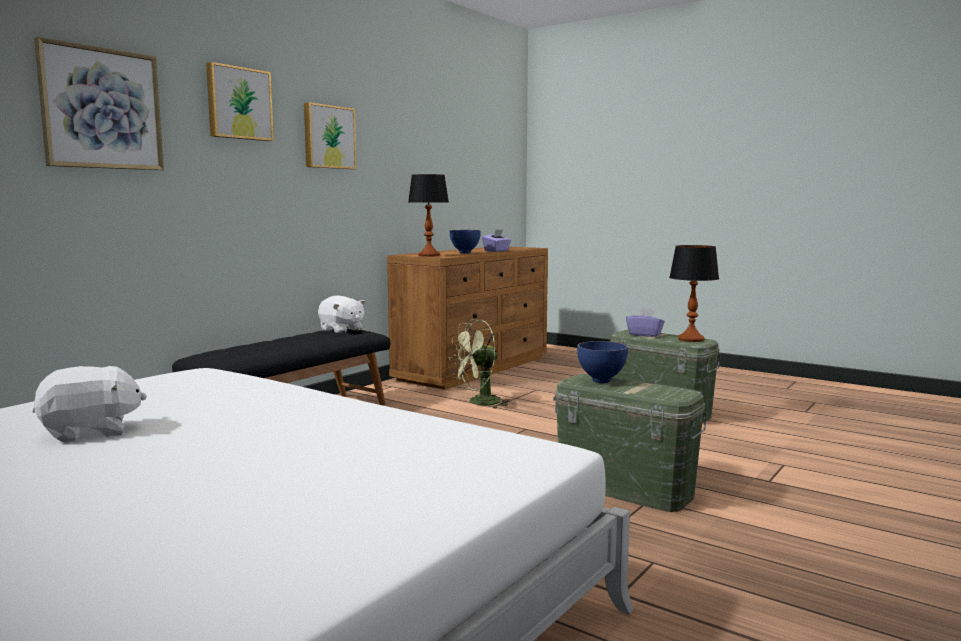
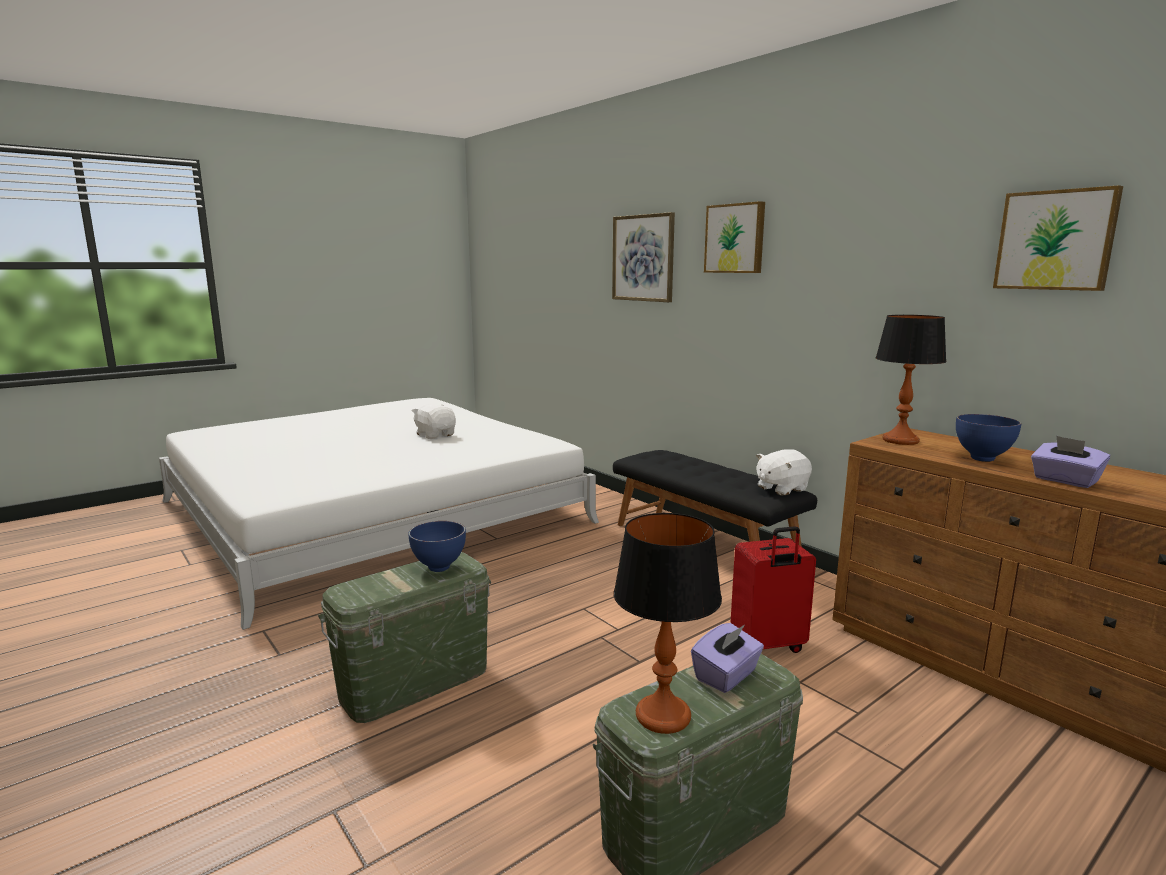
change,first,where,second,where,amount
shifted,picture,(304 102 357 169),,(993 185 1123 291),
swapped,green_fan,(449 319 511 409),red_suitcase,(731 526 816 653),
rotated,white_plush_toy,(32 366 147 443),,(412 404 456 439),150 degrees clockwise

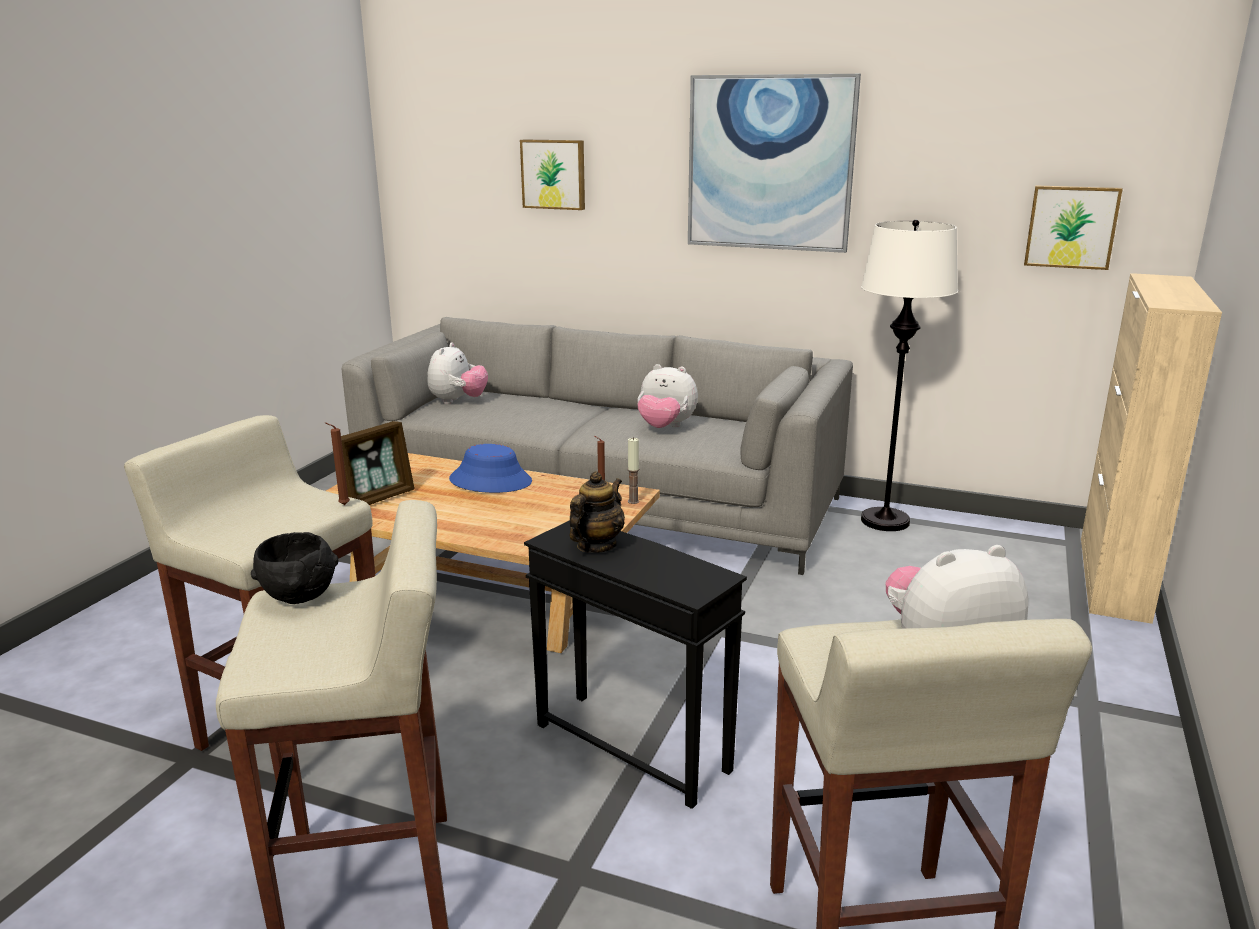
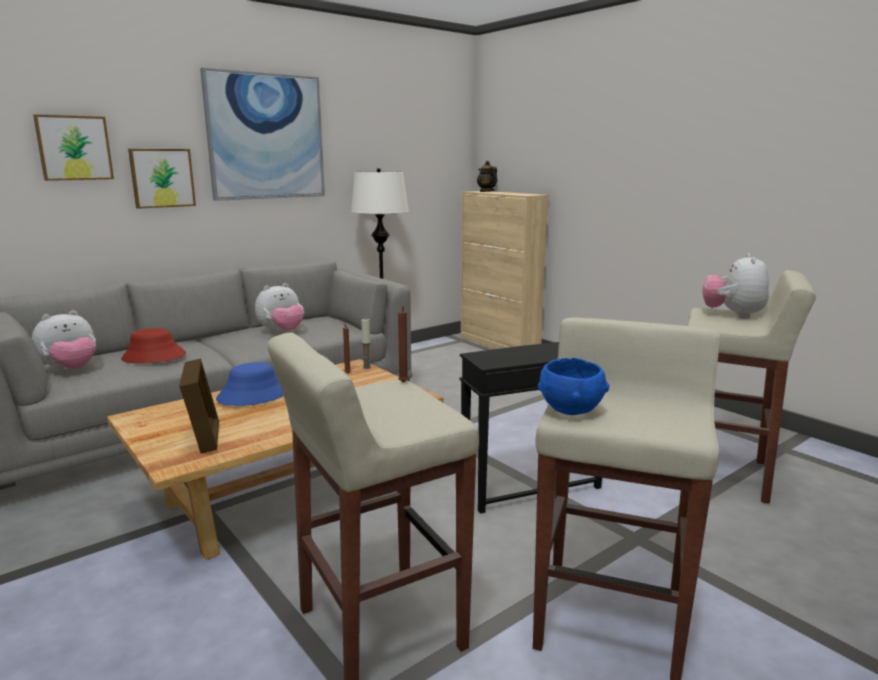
change,first,where,second,where,amount
new,,,red_hat,(121 328 186 364),
shifted,teapot,(569 471 625 553),,(477 161 498 192),
shifted,picture,(1024 185 1123 270),,(128 149 196 209),
repainted,black_bowl,(251 532 338 604),blue_bowl,(538 358 610 415),
rotated,plush_toy,(427 342 488 404),,(32 310 96 371),90 degrees clockwise

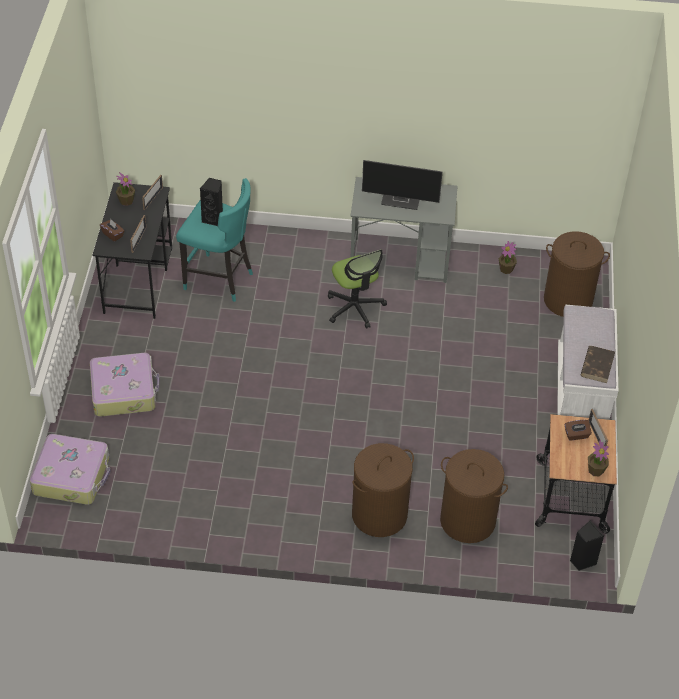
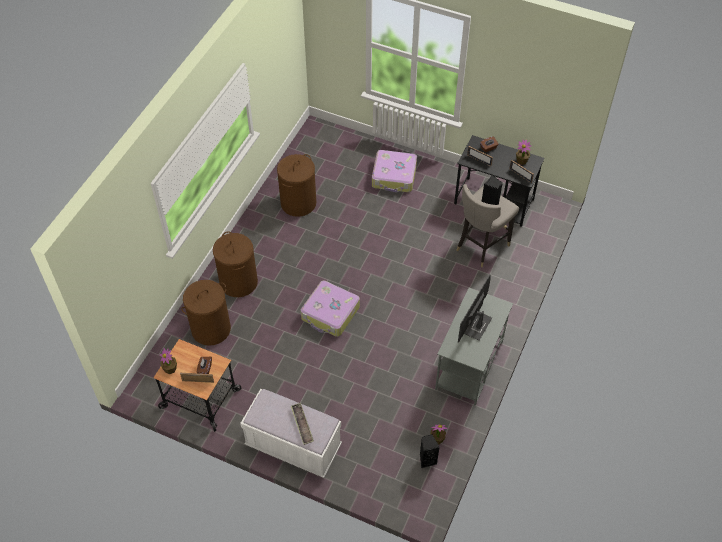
change,first,where,second,where,amount
gone,office_chair,(328 249 387 329),,,
gone,brown_book,(581 346 615 383),,,
new,,,tray,(291 403 314 445),
shifted,suitcase,(30 434 111 505),,(301 280 360 337),
shifted,brown_laundry_basket,(544 231 610 317),,(277 154 316 217),
shifted,black_speaker,(570 520 604 571),,(420 434 440 468),
repainted,turquoise_stool,(176 178 253 302),grey_stool,(457 184 519 267),

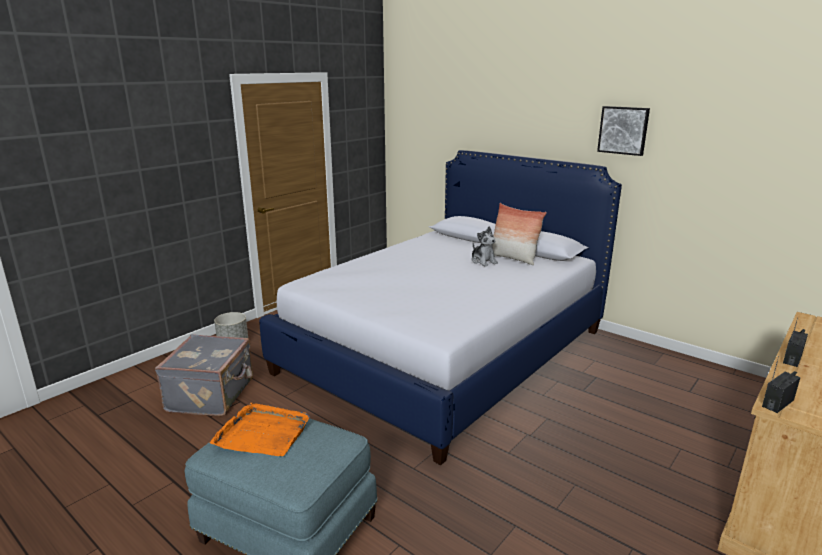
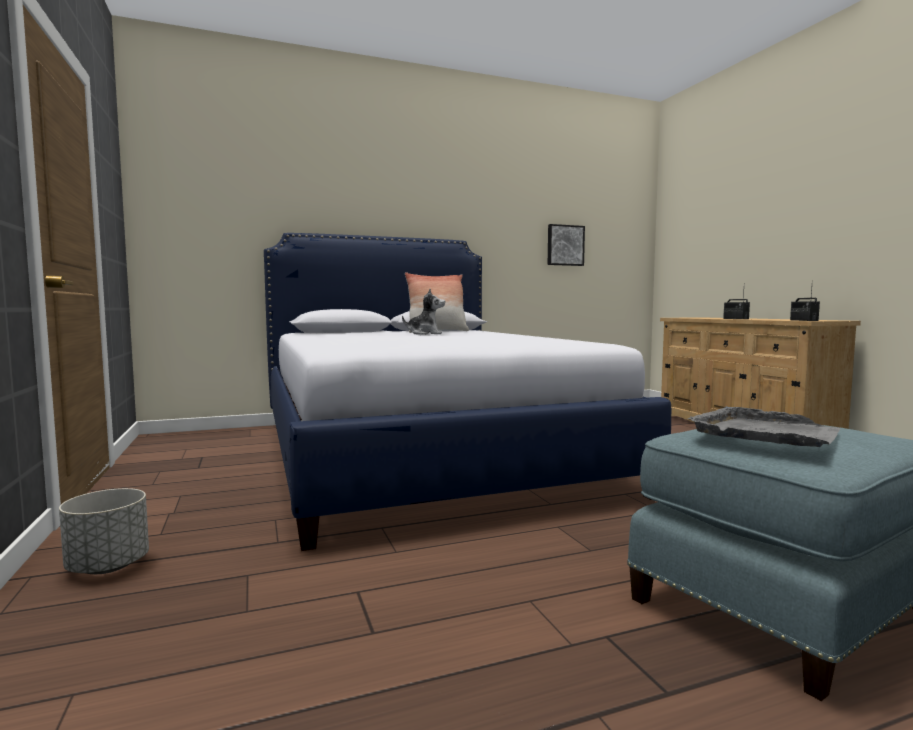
change,first,where,second,where,amount
gone,grey_suitcase,(155 334 253 416),,,
shifted,picture,(597 106 650 156),,(548 224 585 266),
repainted,orange_tray,(210 402 310 456),grey_tray,(688 406 840 447),

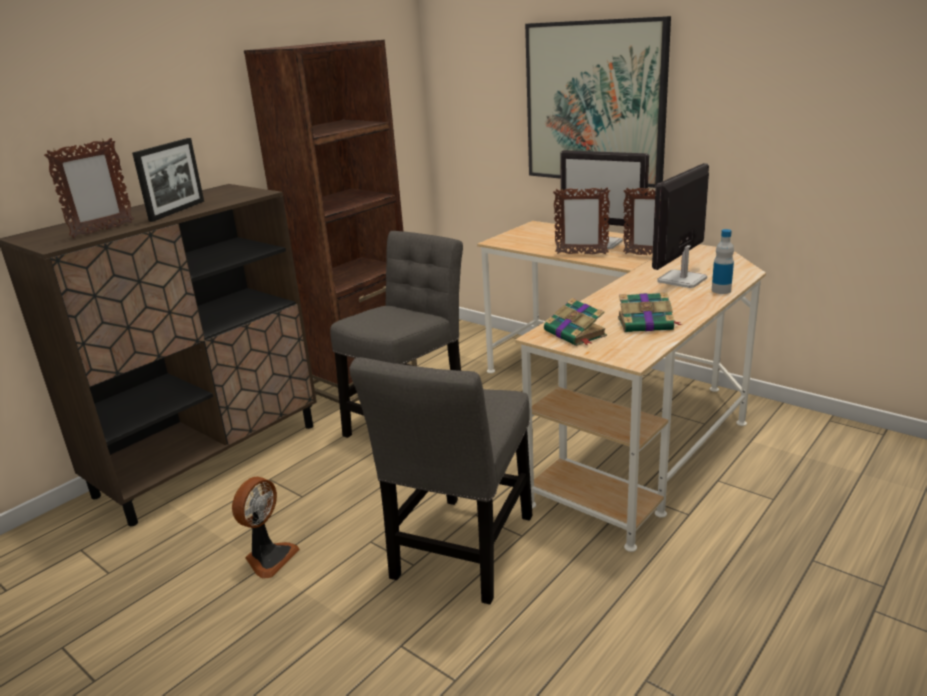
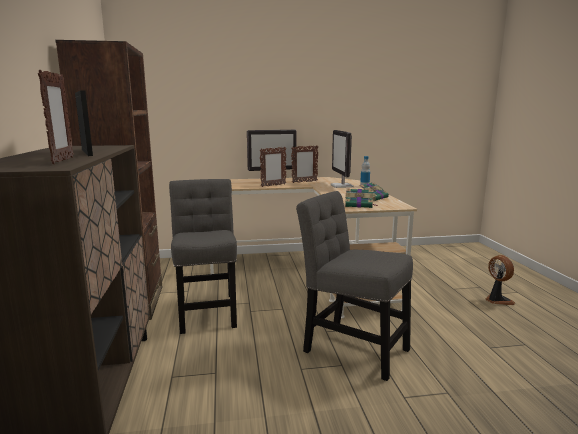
change,first,where,second,where,amount
gone,picture,(525 16 671 188),,,
shifted,fan,(232 477 300 579),,(485 255 515 305),
rotated,grey_chair,(349 357 532 605),,(296 191 413 381),150 degrees clockwise

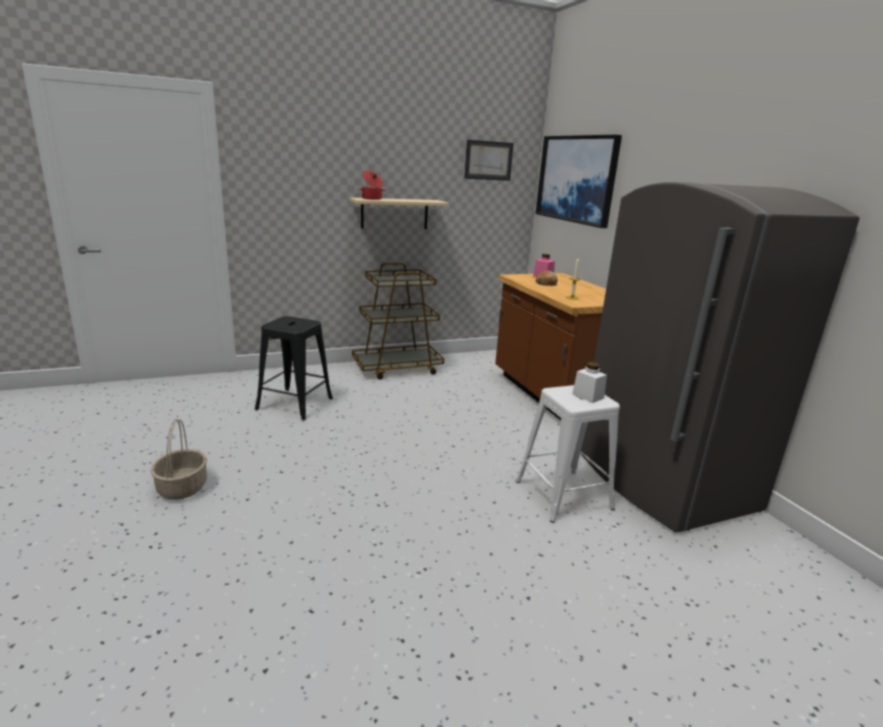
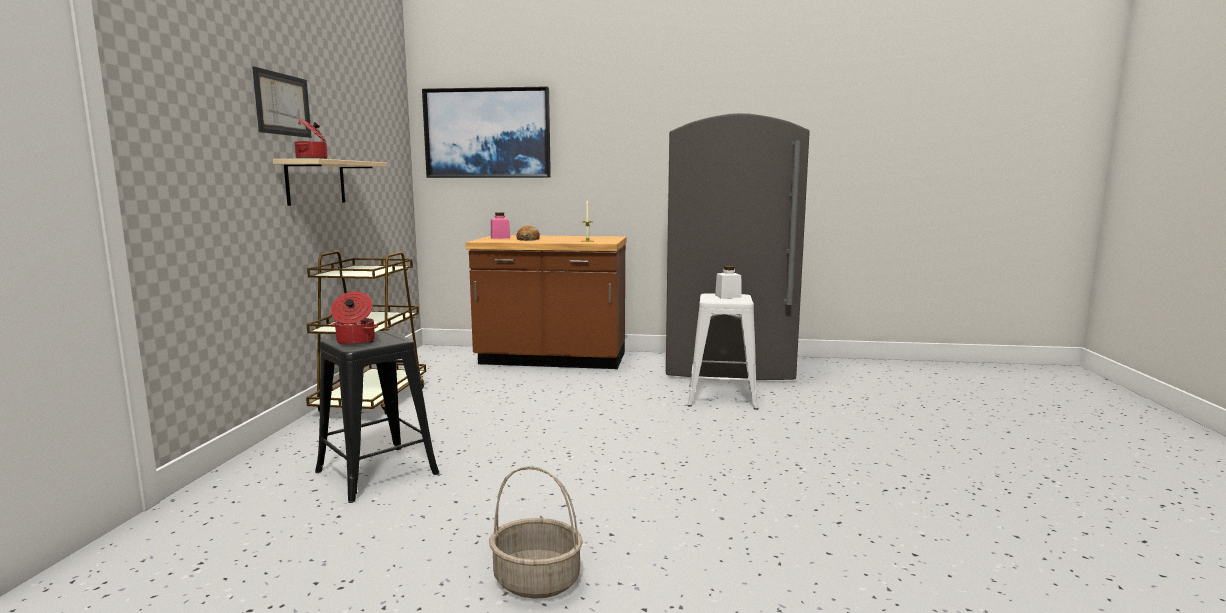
change,first,where,second,where,amount
new,,,cooking_pot,(331 292 378 345),
shifted,picture,(464 140 514 181),,(252 67 312 138),

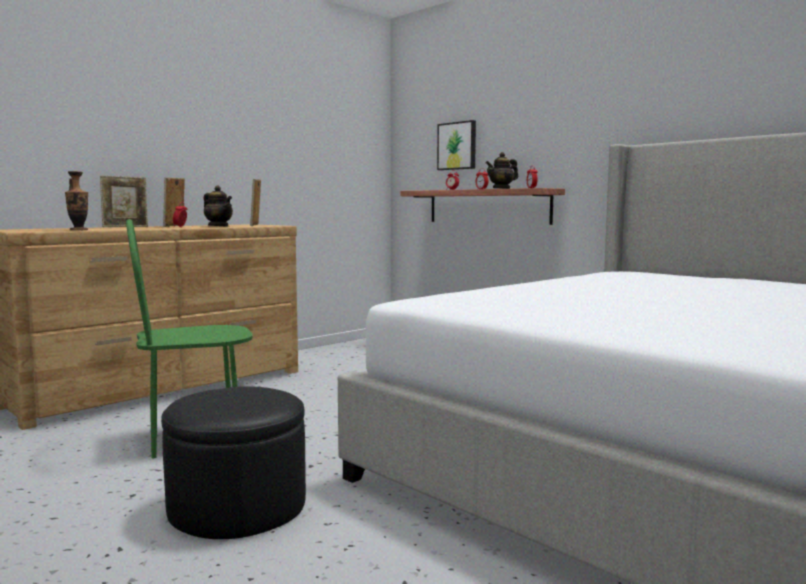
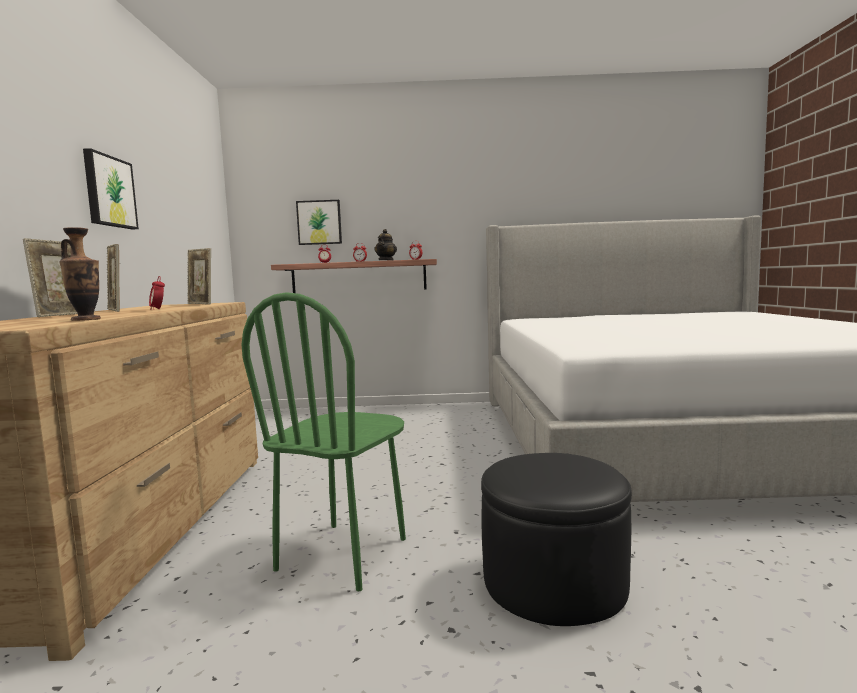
change,first,where,second,where,amount
gone,teapot,(204 185 233 227),,,
new,,,picture,(83 148 139 229),

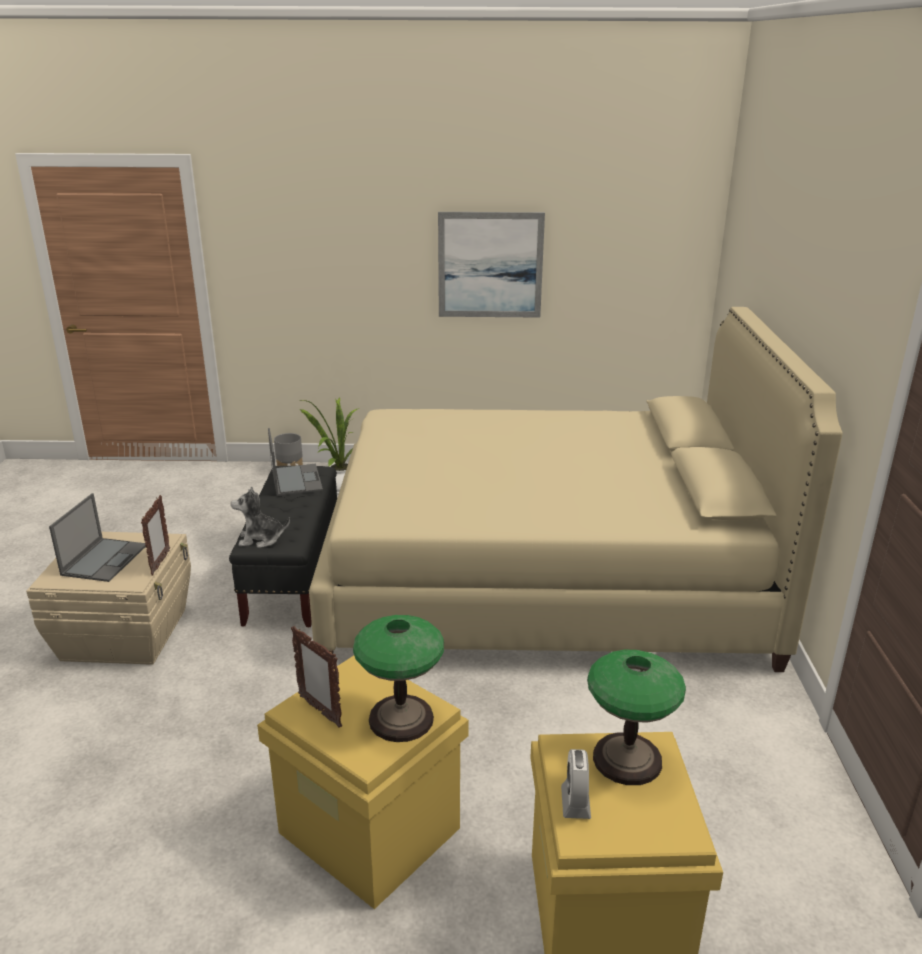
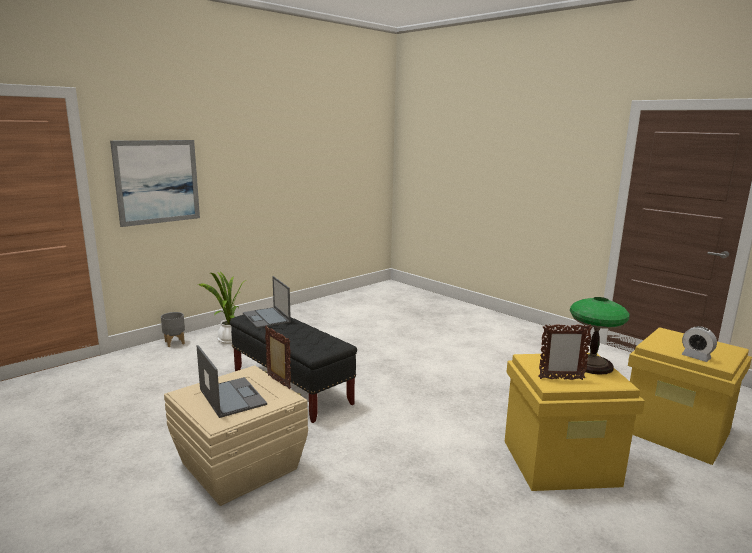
change,first,where,second,where,amount
gone,plush_toy,(231 486 290 548),,,
gone,beige_bed,(309 307 843 672),,,
gone,table_lamp,(587 650 686 785),,,
shifted,picture,(438 212 545 318),,(110 140 200 227),
rotated,laptop,(268 428 323 496),,(243 276 291 328),150 degrees counterclockwise

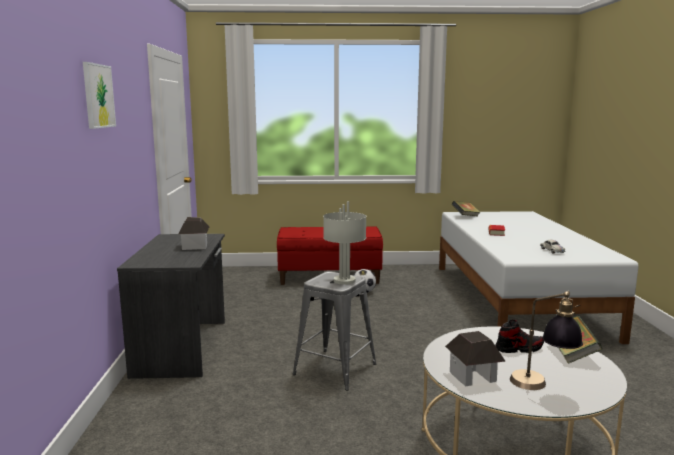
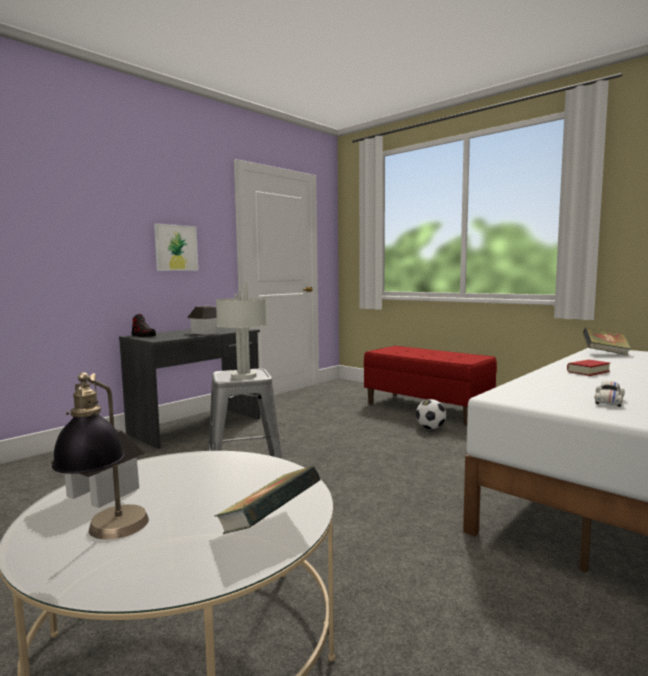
change,first,where,second,where,amount
shifted,picture,(83 62 116 129),,(154 223 198 271),
shifted,shoe,(495 319 544 353),,(131 314 156 337),

